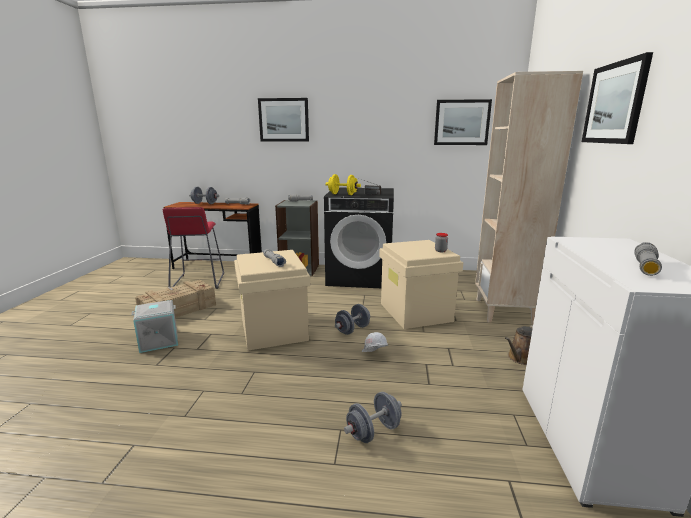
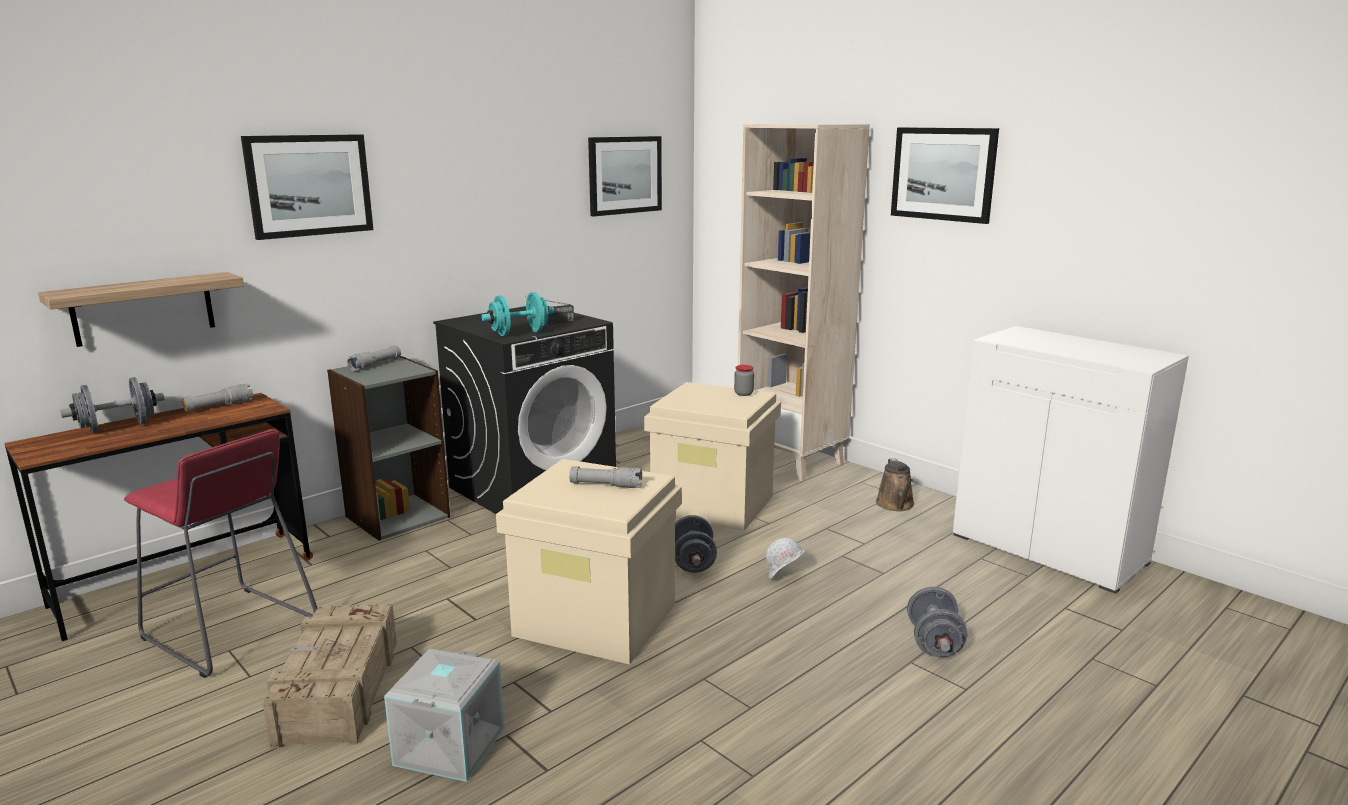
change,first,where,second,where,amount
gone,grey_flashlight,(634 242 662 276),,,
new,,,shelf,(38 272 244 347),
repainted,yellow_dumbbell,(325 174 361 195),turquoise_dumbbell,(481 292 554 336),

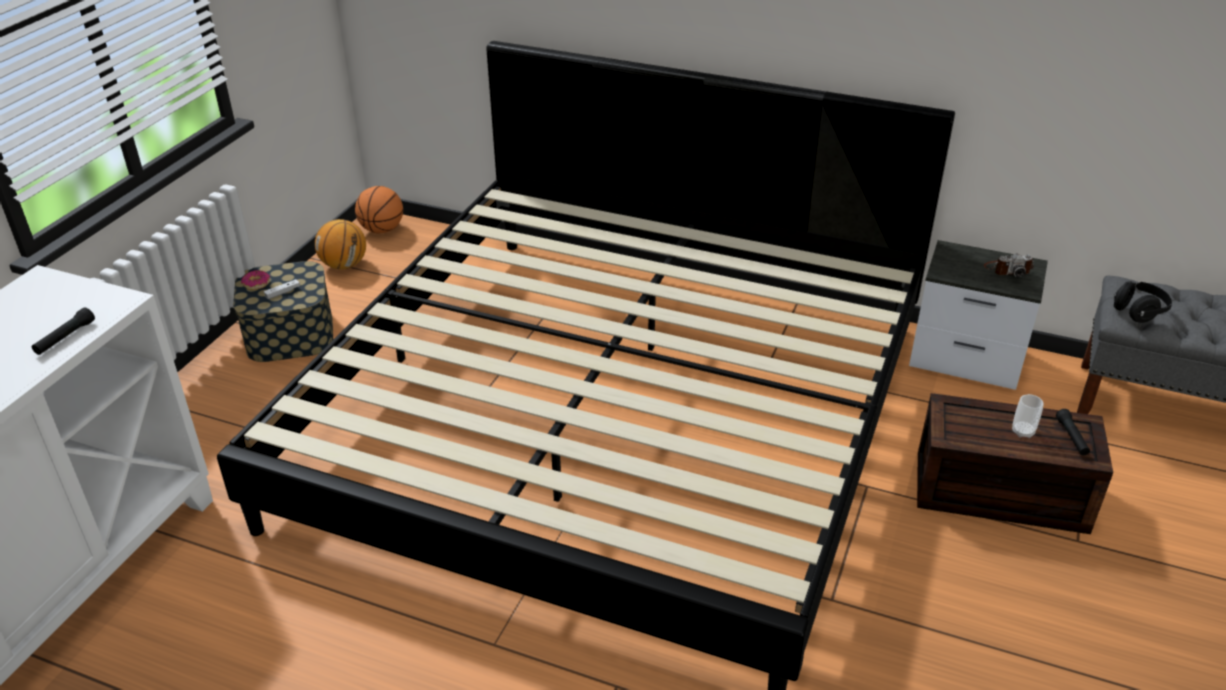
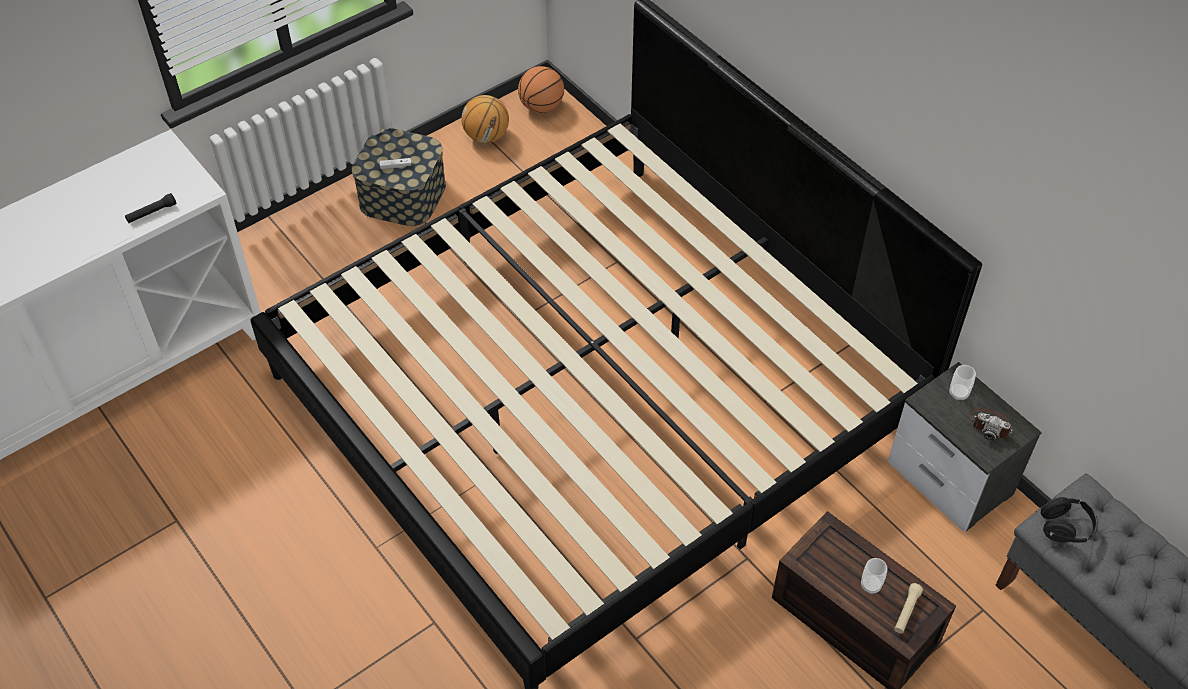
change,first,where,second,where,amount
gone,donut,(241 270 270 290),,,
new,,,cup,(949 365 976 400),
repainted,black_flashlight,(1056 409 1090 456),beige_flashlight,(894 583 923 634),

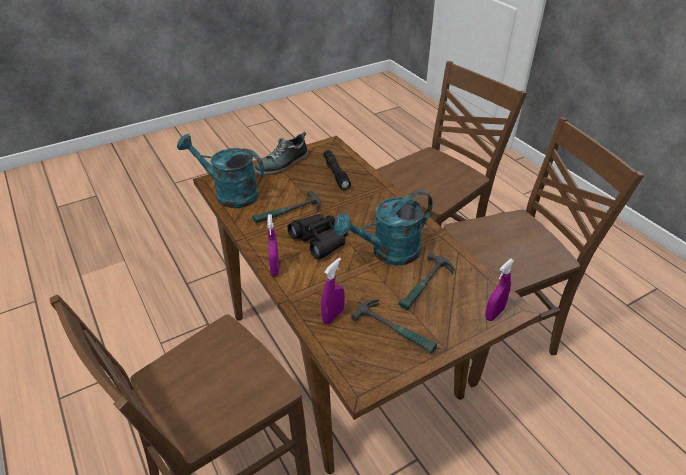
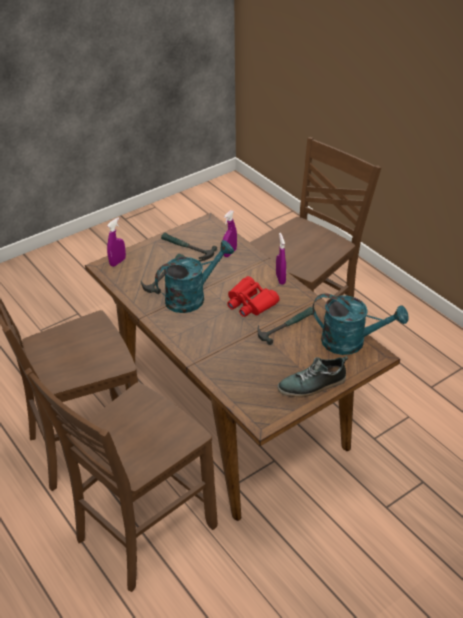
change,first,where,second,where,amount
gone,black_flashlight,(324 150 351 190),,,
repainted,black_binoculars,(287 214 347 259),red_binoculars,(227 276 280 317),
rotated,shoe,(254 131 308 175),,(278 356 348 397),150 degrees counterclockwise

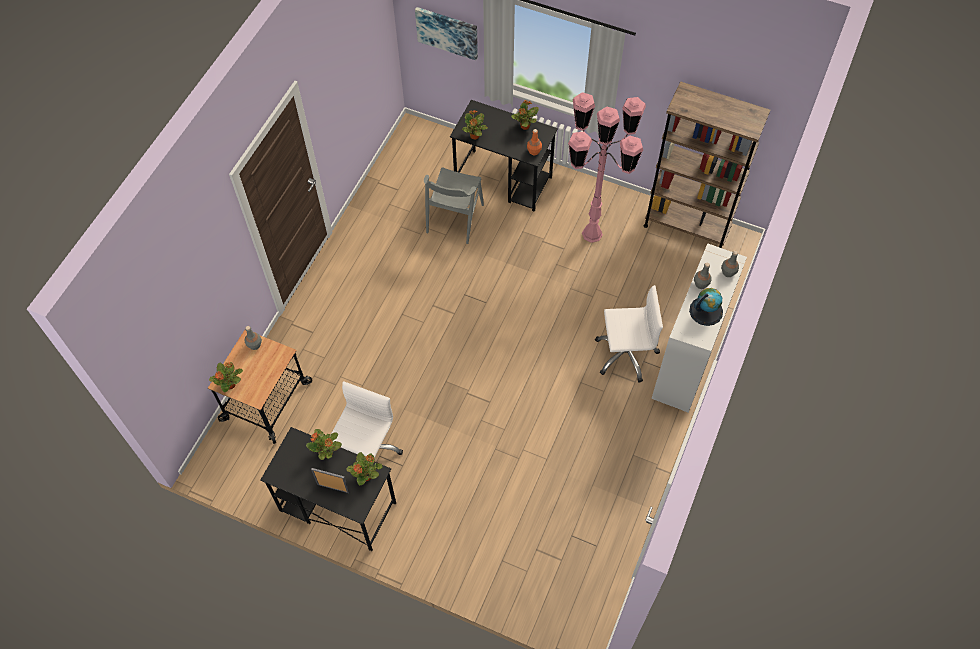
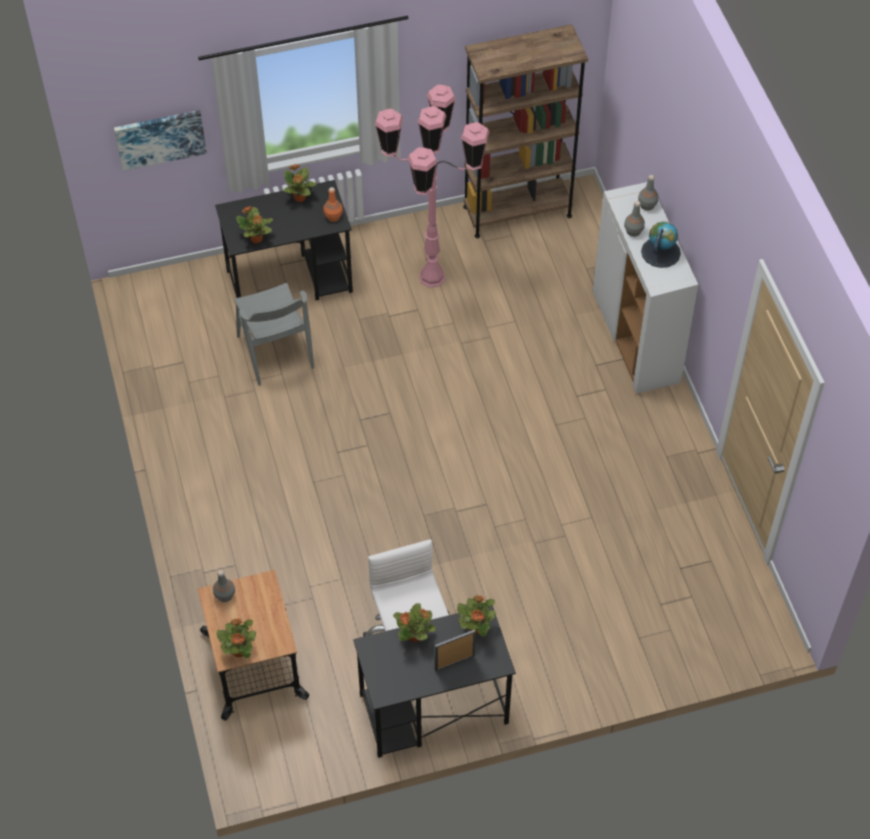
change,first,where,second,where,amount
gone,white_office_chair,(595 285 663 383),,,

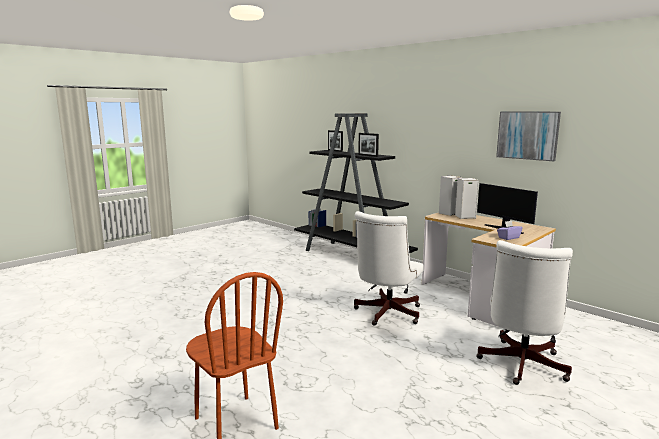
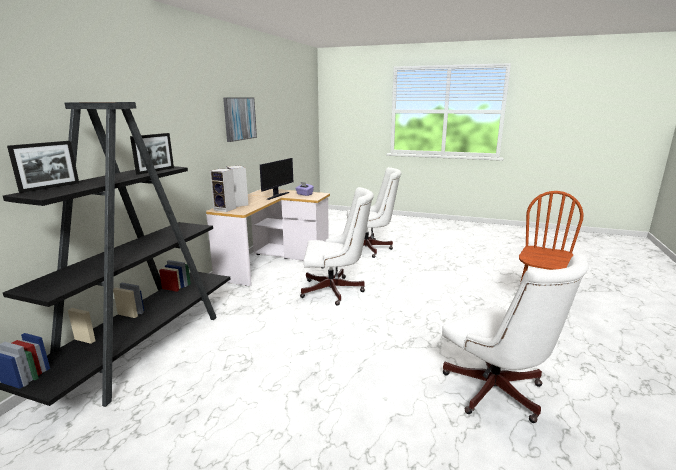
change,first,where,second,where,amount
new,,,white_office_chair,(442 254 589 423),

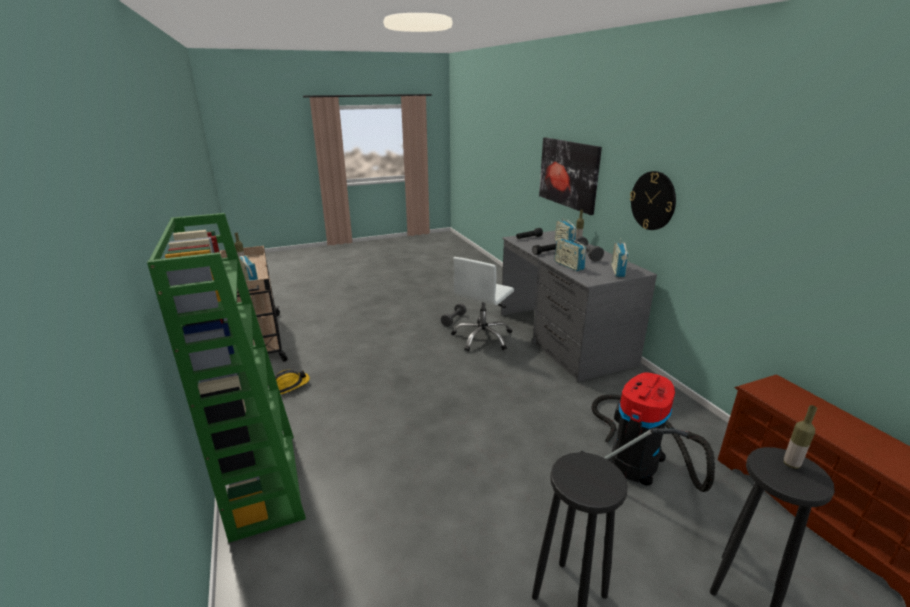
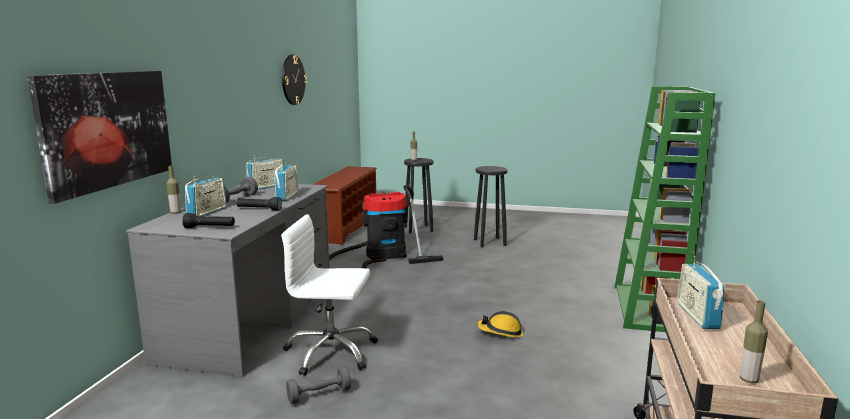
change,first,where,second,where,amount
shifted,hard_hat,(275 370 310 394),,(478 311 523 338),
shifted,wall_clock,(630 171 676 230),,(282 54 307 105),
rotated,white_office_chair,(451 257 514 352),,(281 214 378 376),150 degrees counterclockwise

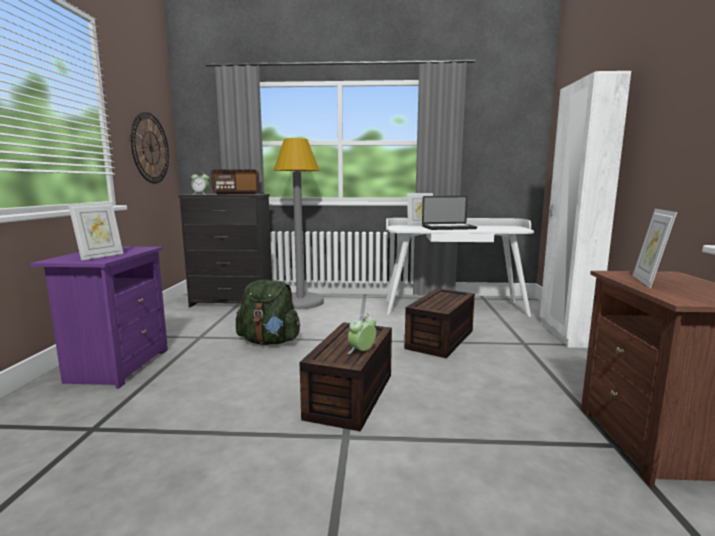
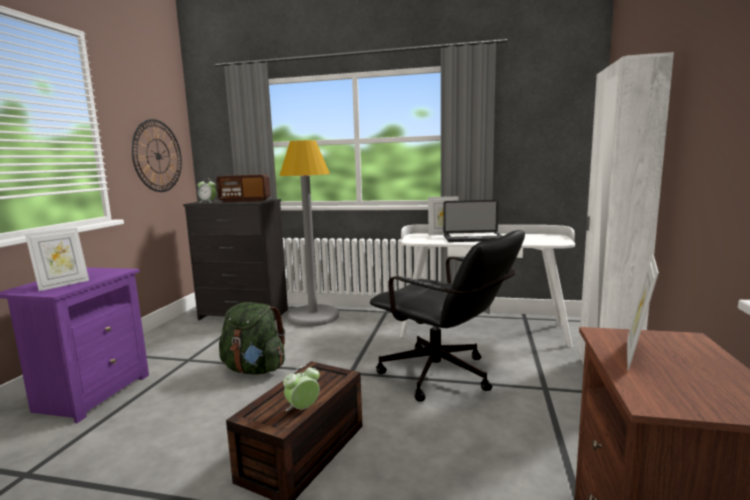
change,first,where,second,where,amount
swapped,brown_storage_box,(405 289 475 358),black_office_chair,(370 230 525 402),

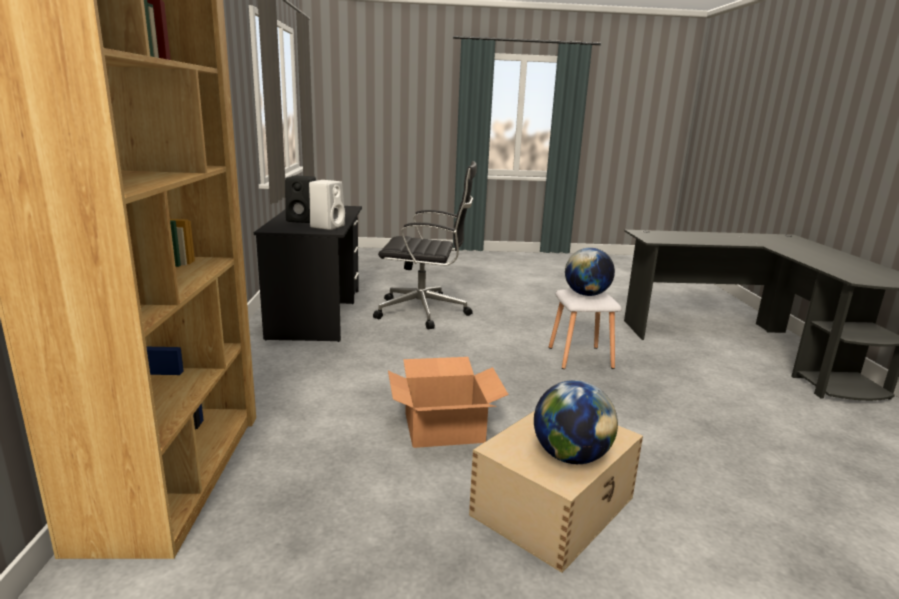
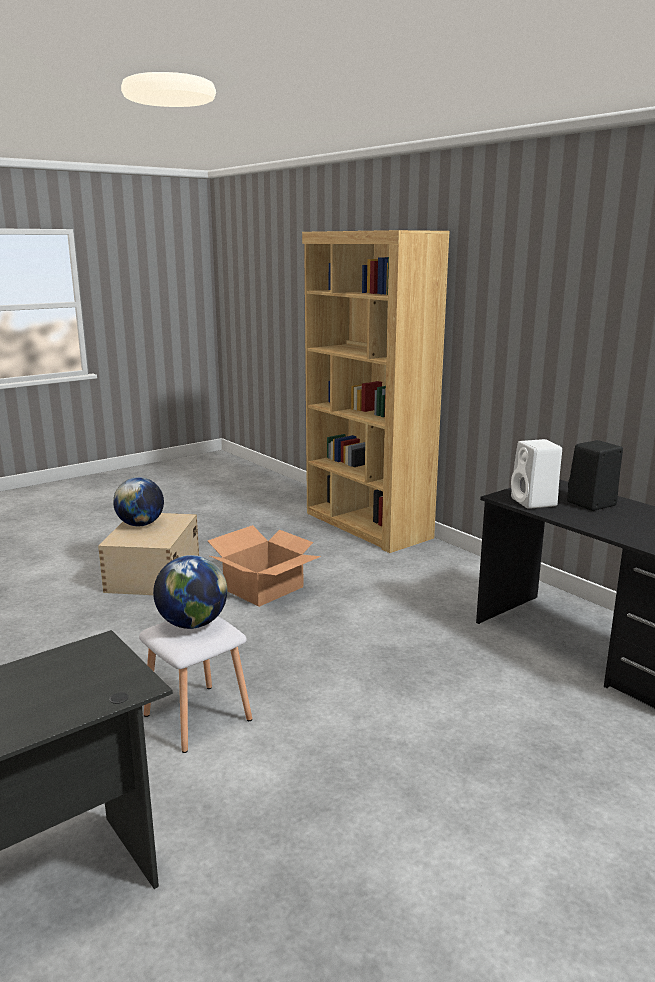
change,first,where,second,where,amount
gone,black_office_chair,(373 161 477 330),,,

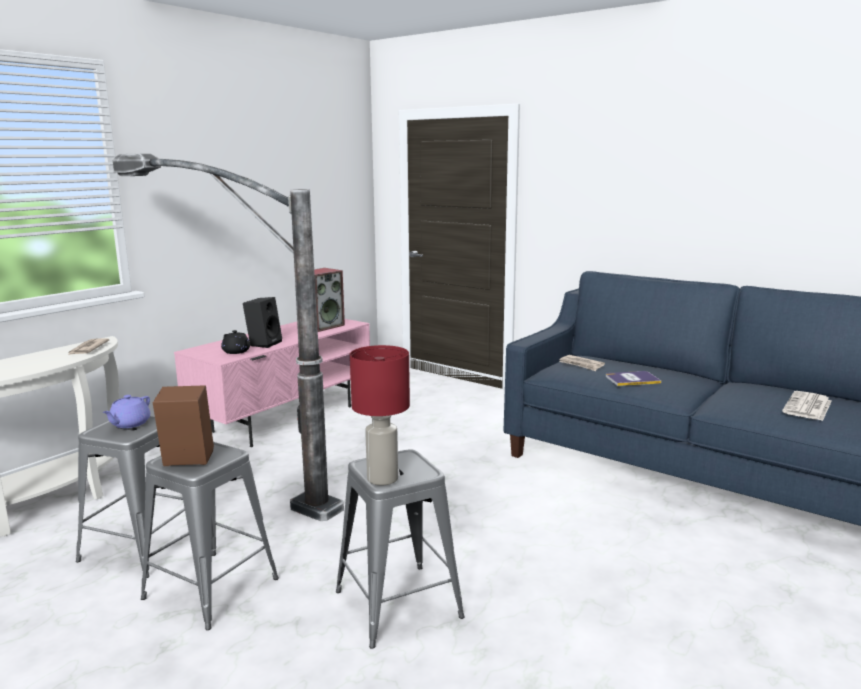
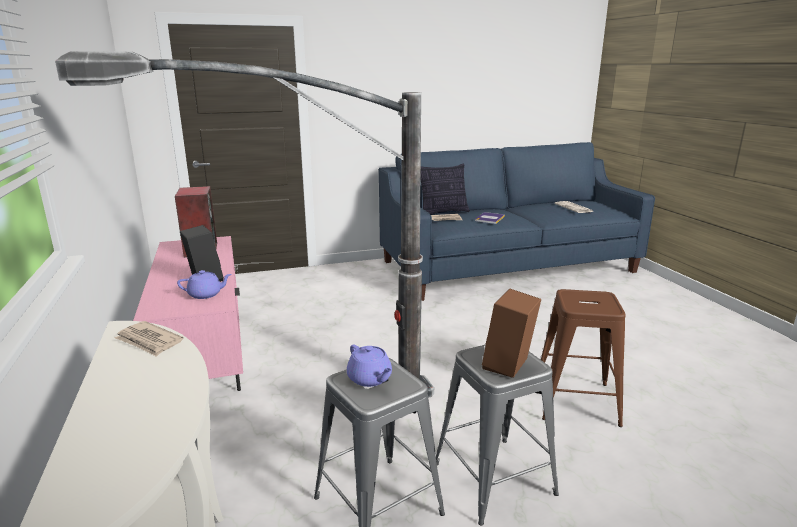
change,first,where,second,where,amount
gone,red_table_lamp,(350 345 410 485),,,
new,,,pillow,(421 163 470 215),
repainted,black_teapot,(221 330 250 354),purple_teapot,(177 270 232 299),
repainted,grey_stool,(336 449 464 649),brown_stool,(541 289 626 427),

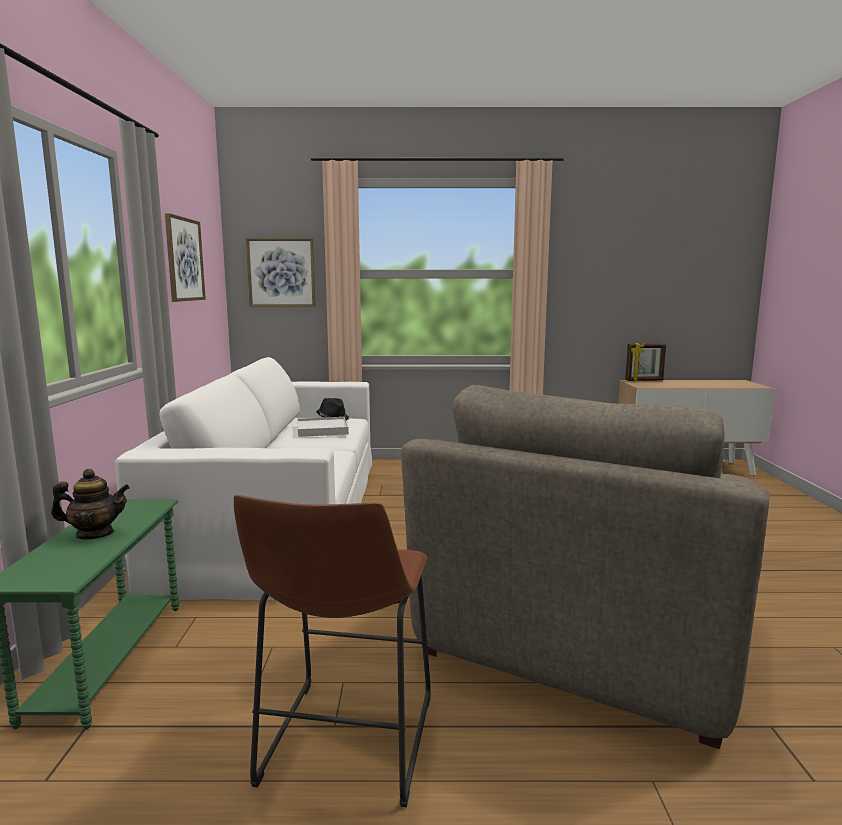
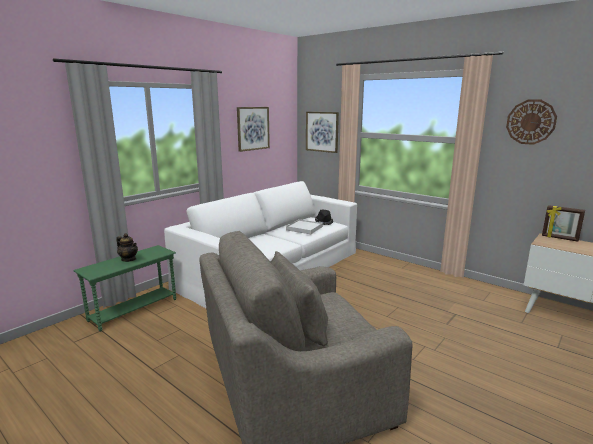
change,first,where,second,where,amount
gone,brown_stool,(234 495 431 807),,,
new,,,wall_clock,(506 100 557 145),

